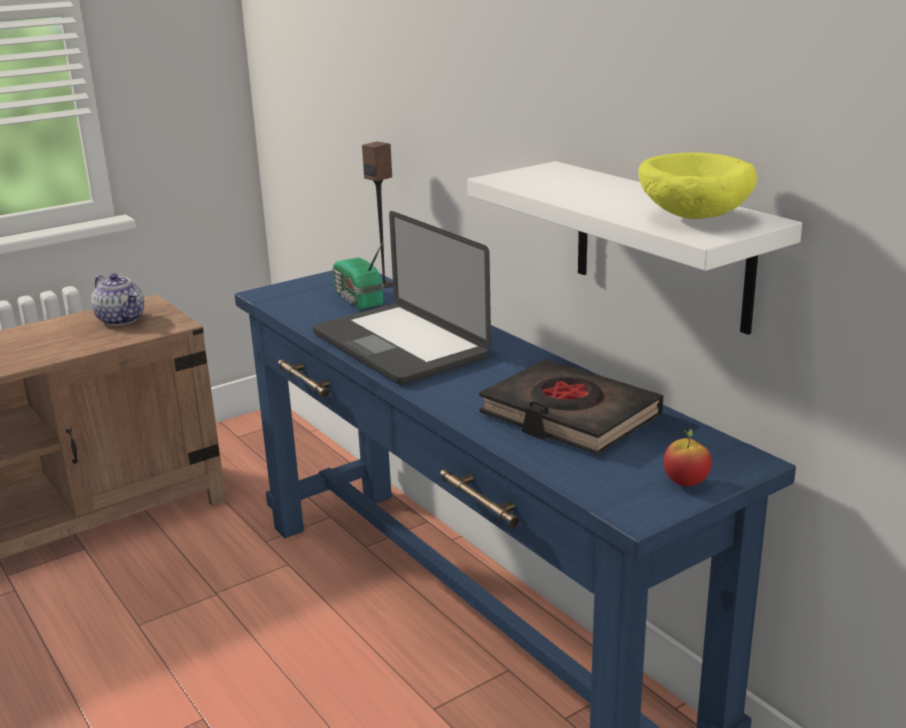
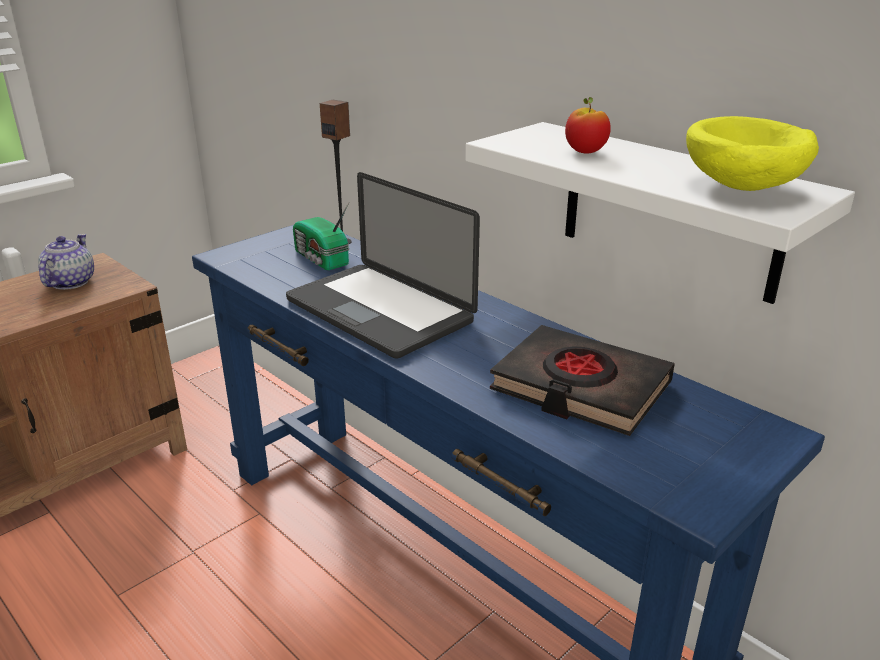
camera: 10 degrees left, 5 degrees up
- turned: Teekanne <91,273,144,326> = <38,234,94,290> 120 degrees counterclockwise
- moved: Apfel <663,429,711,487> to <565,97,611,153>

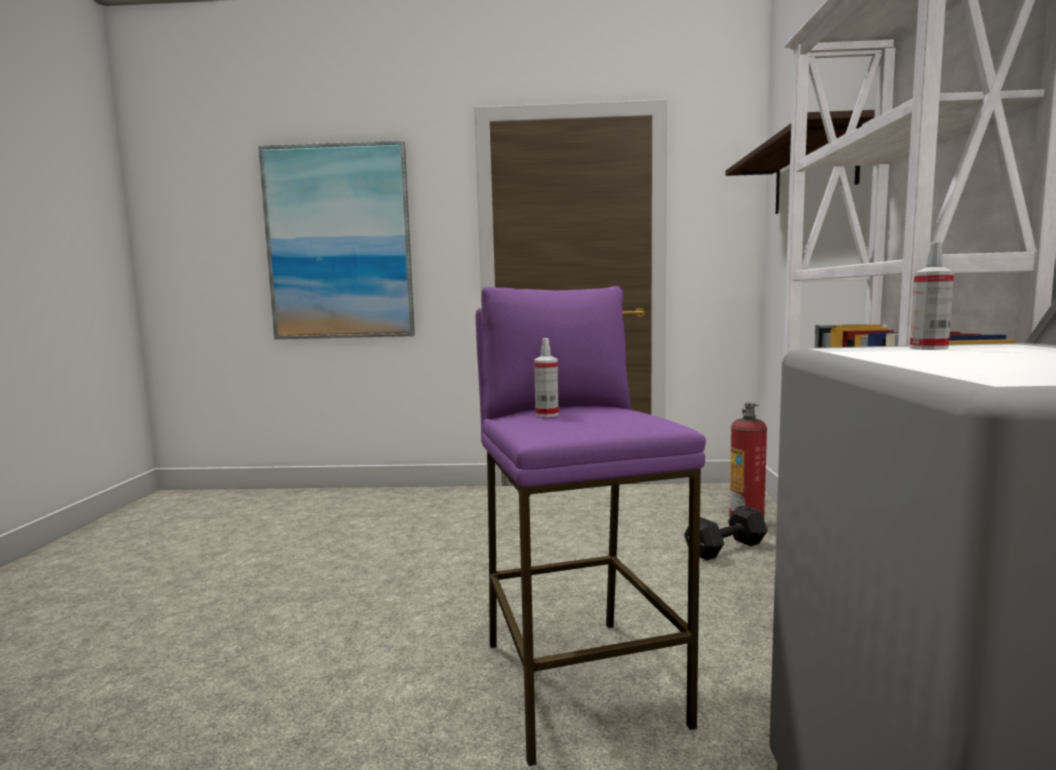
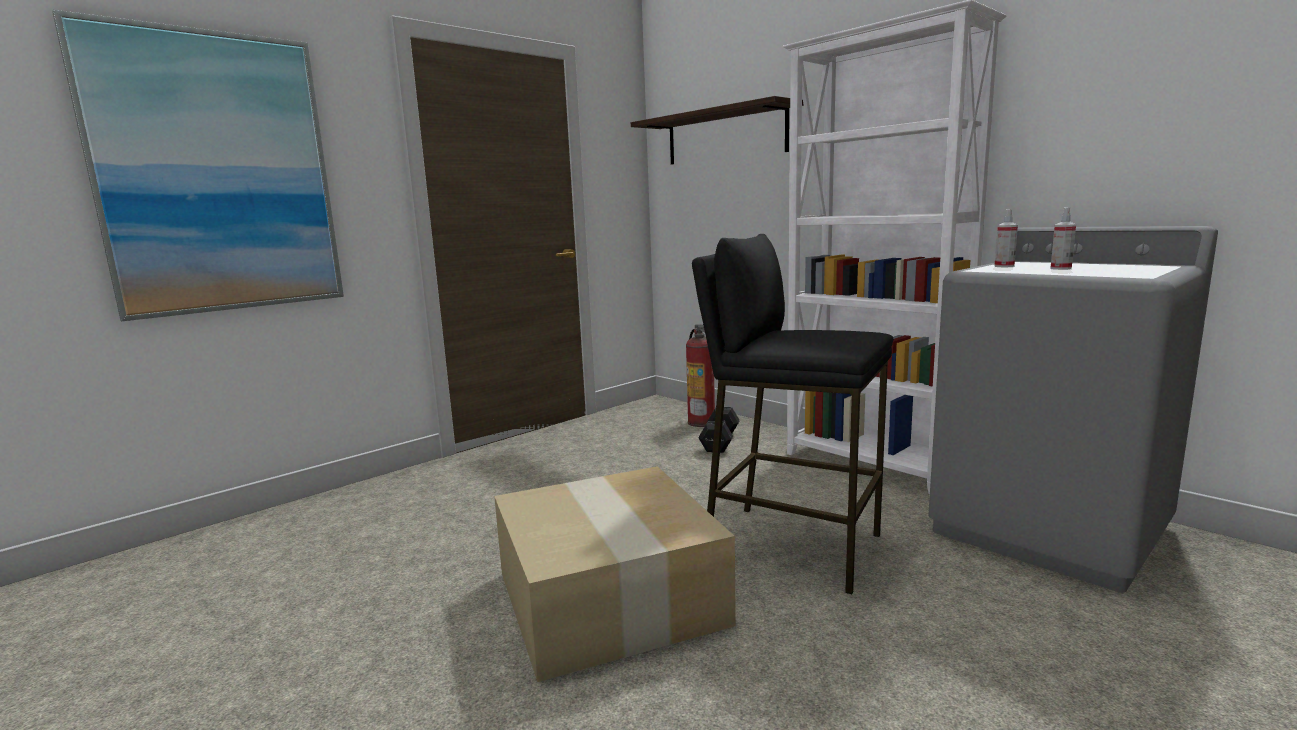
camera: 45 degrees left, 5 degrees up
- added: Karton <494,466,736,682>
- recoloured: Hocker/lila <476,286,706,766> to Hocker/schwarz <692,234,893,594>
- moved: Sprühflasche <534,338,559,417> to <1050,208,1076,270>

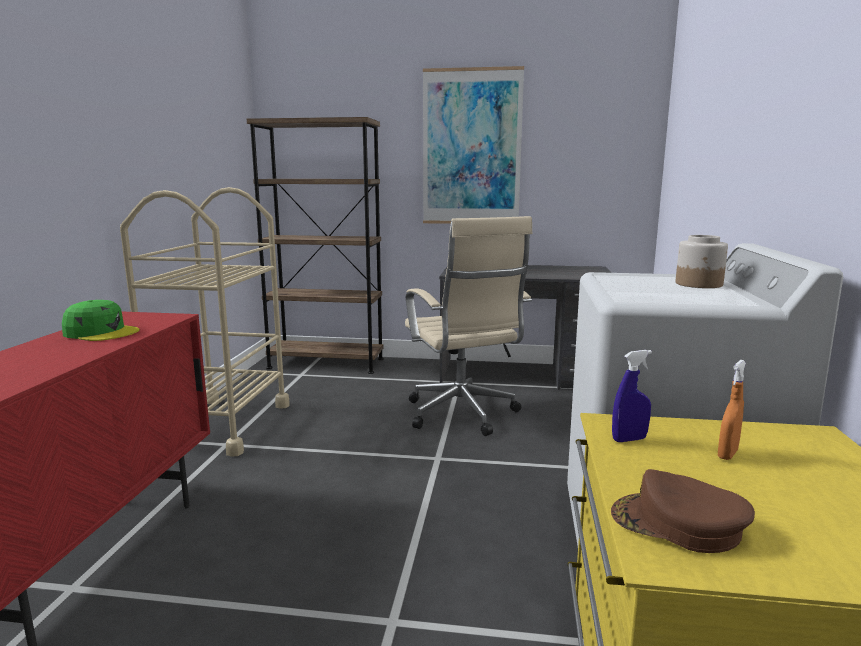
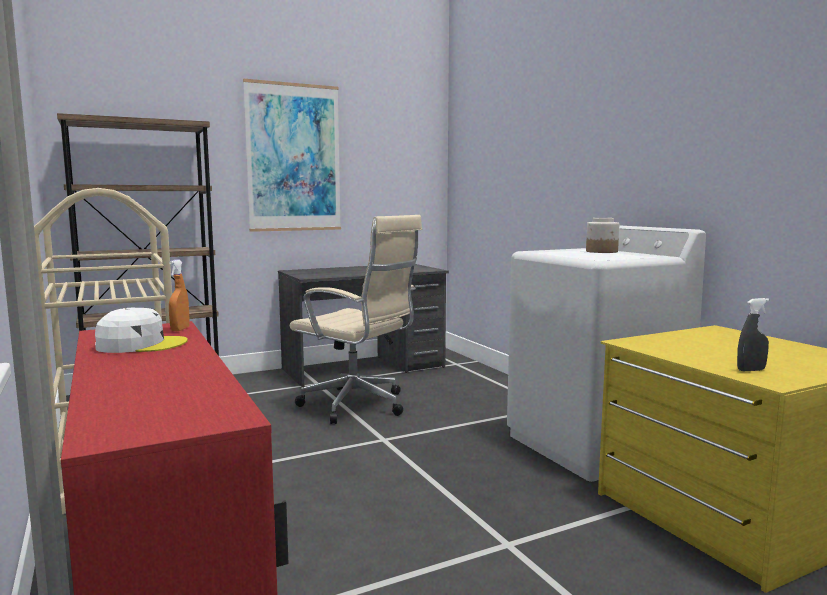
camera: 35 degrees left, 5 degrees down
- recoloured: Kappe/grün <62,300,140,341> to Kappe/weiß <95,308,188,353>
- moved: Sprühflasche/orange <718,360,746,460> to <169,259,190,331>
- replaced: Kappe/braun <611,469,755,553> to Sprühflasche/grau <737,298,769,371>
- removed: Sprühflasche/blau <612,350,652,442>

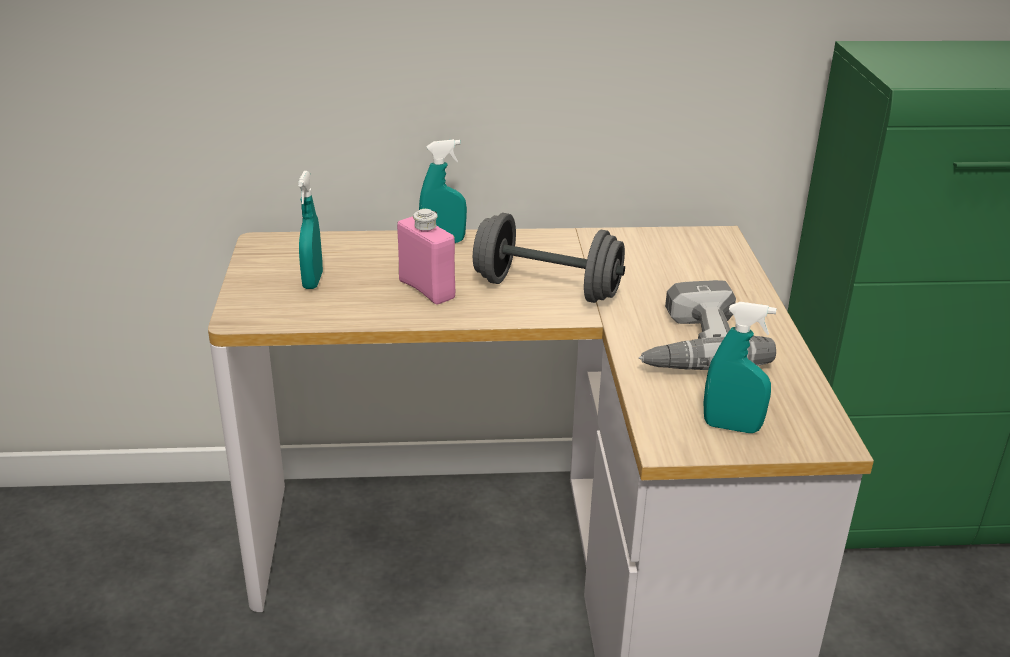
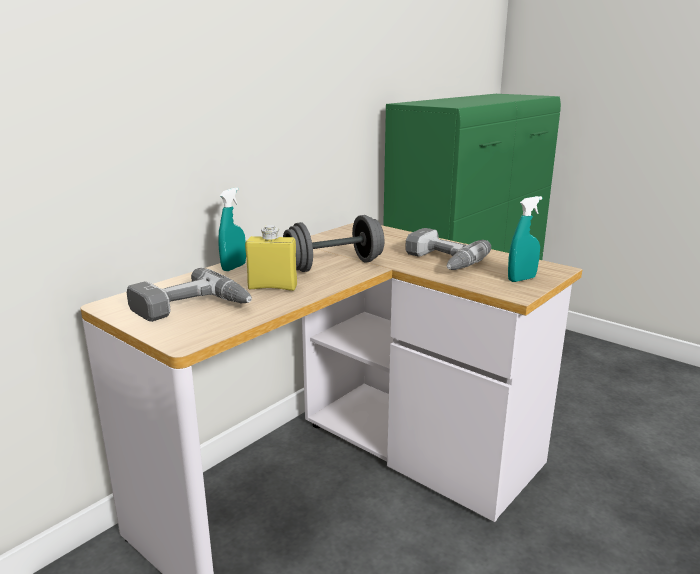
camera: 45 degrees left, 10 degrees down
- replaced: Sprühflasche/türkis <298,171,323,289> to Bohrmaschine <127,268,252,322>
- recoloured: Flasche/rosa <397,209,455,304> to Flasche/gelb <245,225,297,291>

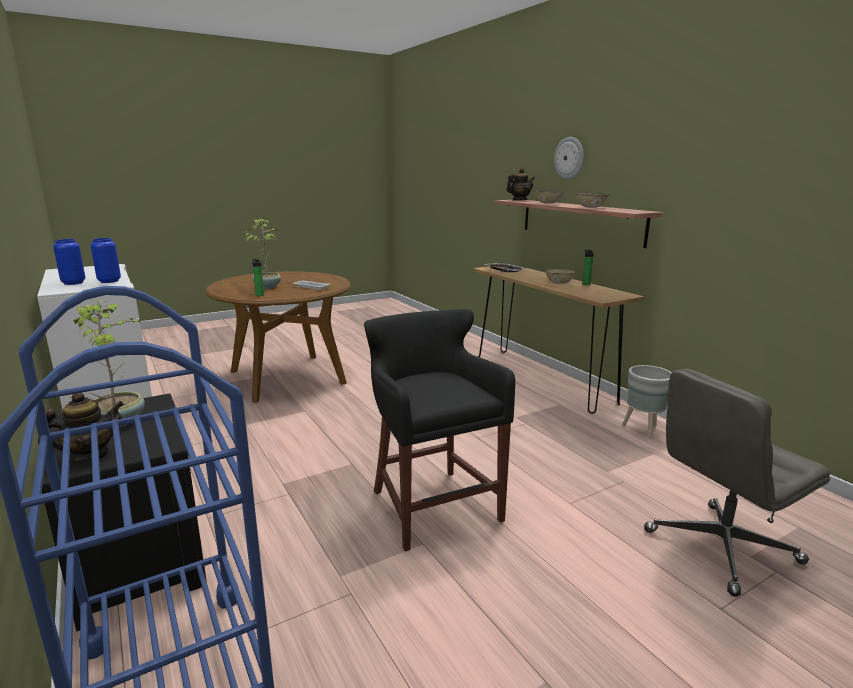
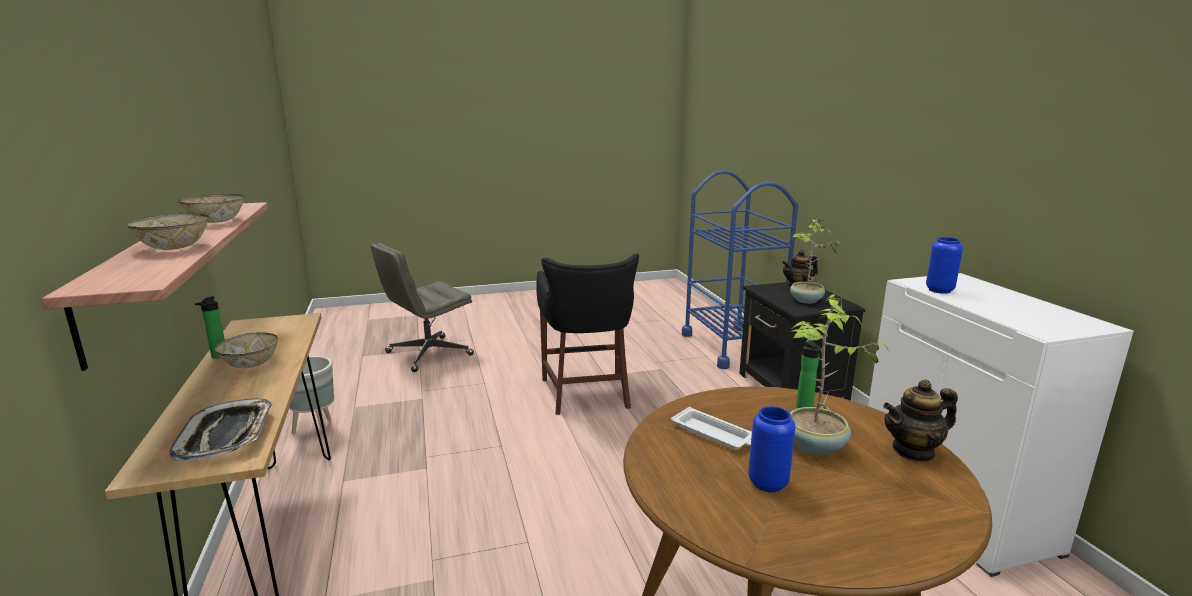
camera: 165 degrees left, 0 degrees up
- turned: Bürostuhl/grau <644,369,830,597> = <370,243,474,372> 150 degrees clockwise
- moved: Vase/blau <53,239,85,285> to <748,406,796,492>
- moved: Teekanne <506,168,535,200> to <883,379,958,462>
- removed: Wanduhr <554,137,584,179>

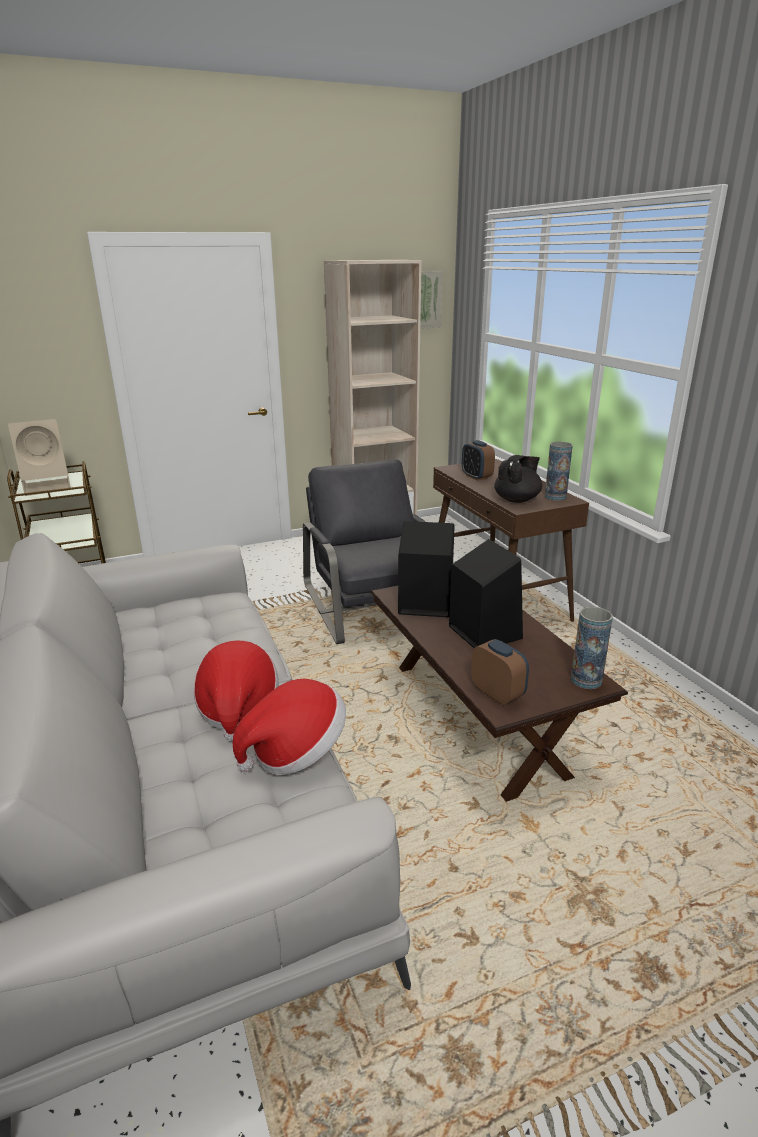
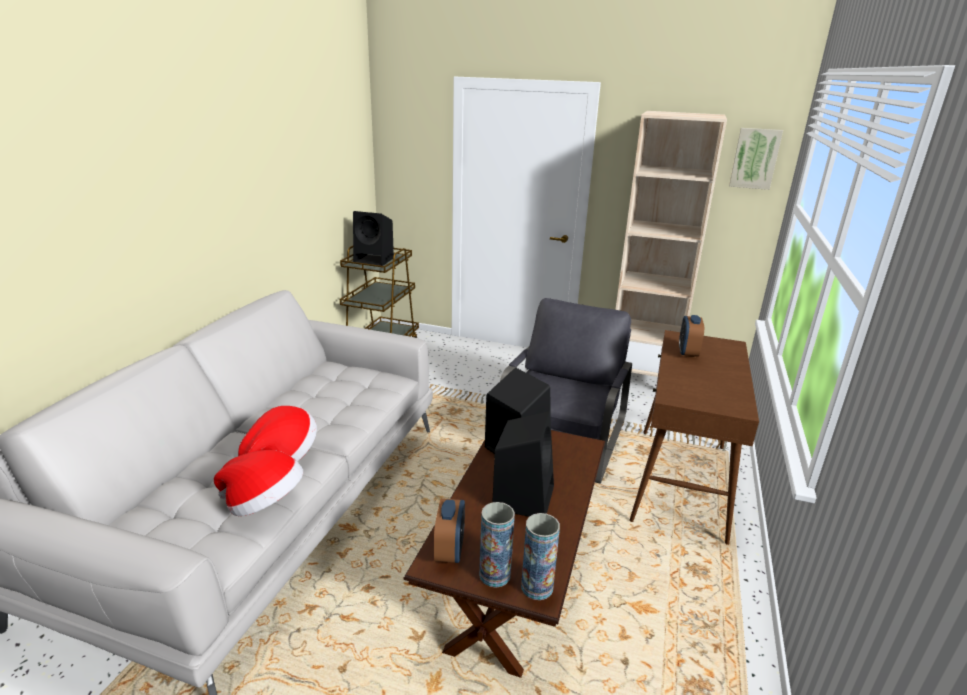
camera: 40 degrees right, 0 degrees up
- recoloured: Lautsprecher/beige <8,419,71,496> to Lautsprecher/schwarz <353,211,394,266>
- moved: Vase <545,442,573,501> to <479,502,515,588>
- removed: Teekanne/schwarz <494,455,542,503>

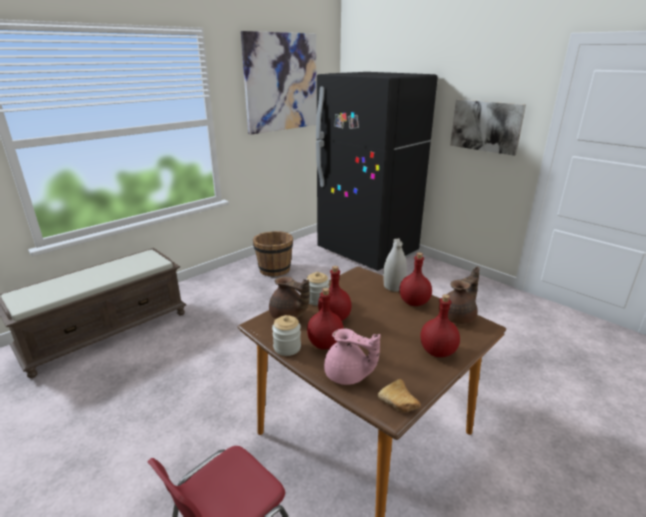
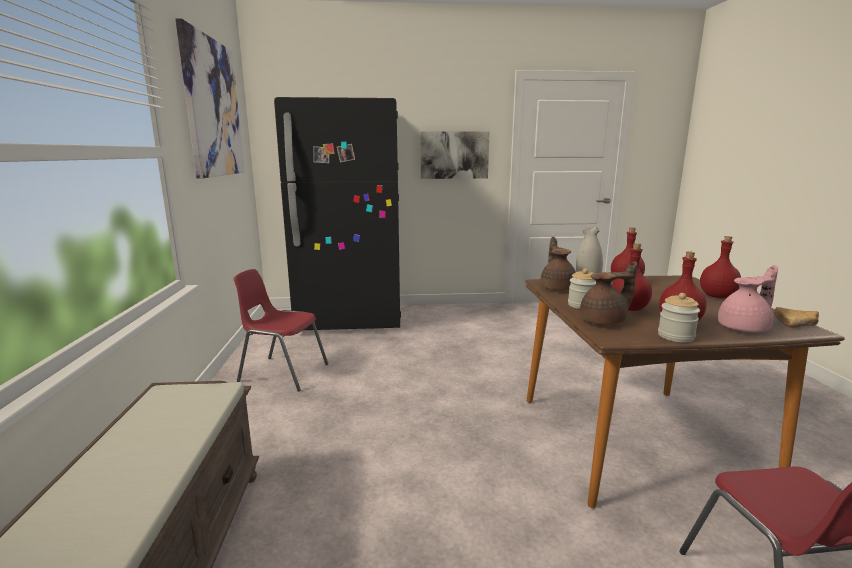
camera: 50 degrees left, 10 degrees down
- replaced: Eimer/braun <253,231,293,277> to Stuhl/rot <233,269,328,392>
- moved: Teekanne/braun <447,267,480,324> to <541,237,576,291>

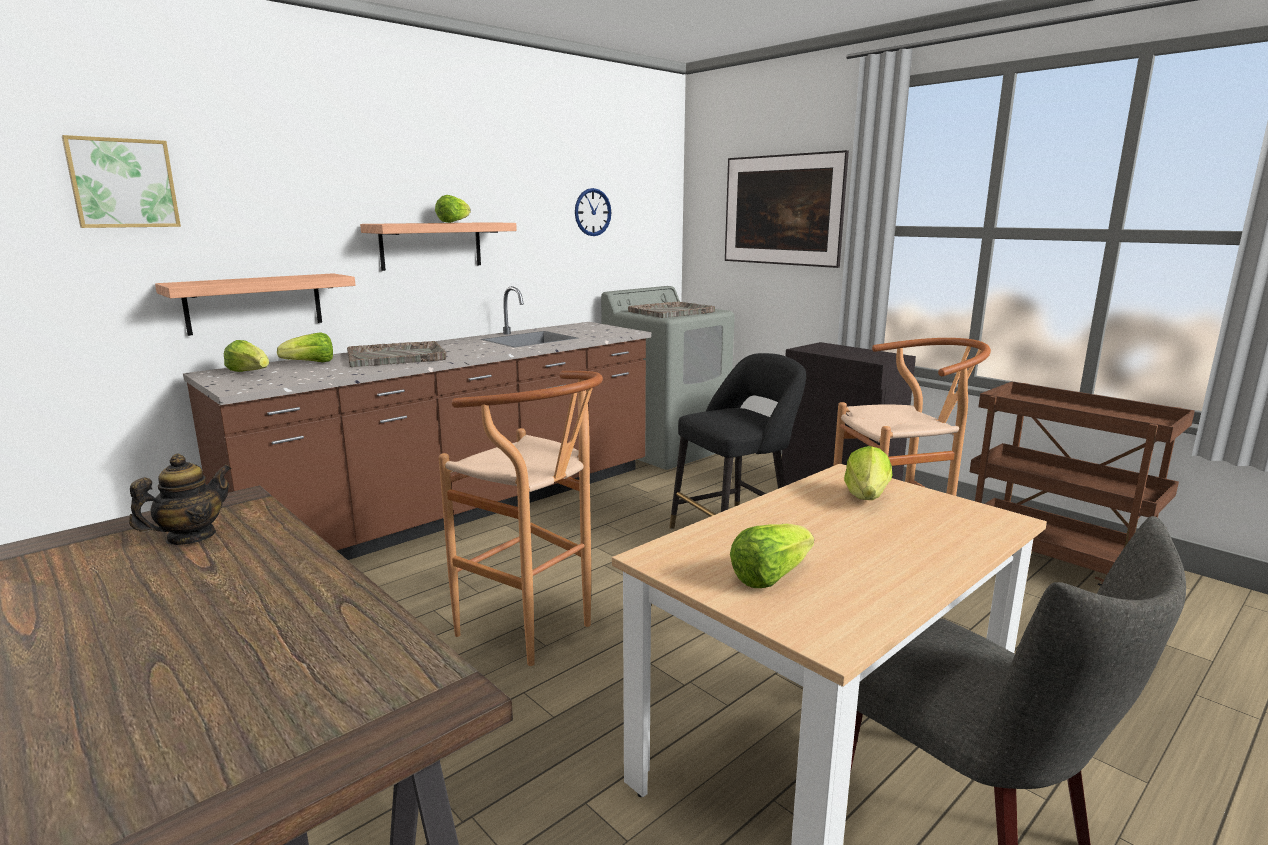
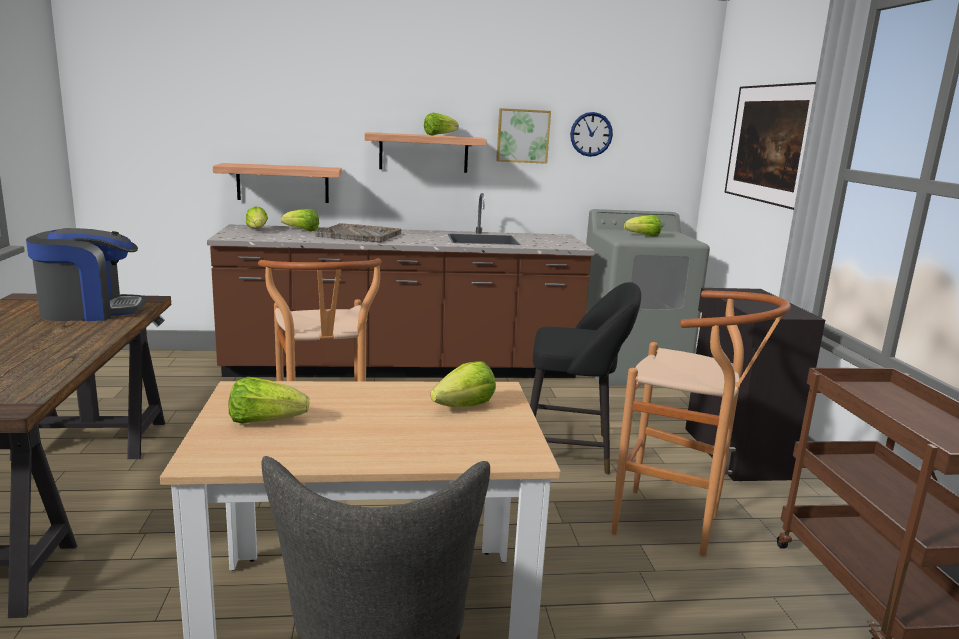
camera: 35 degrees right, 0 degrees up
- replaced: Teekanne <129,453,232,545> to Kaffeemaschine <26,228,145,321>
- moved: Bild <62,135,181,228> to <496,108,551,164>
- replaced: Tablett/grau <628,301,715,318> to Salatkopf <624,215,662,237>

